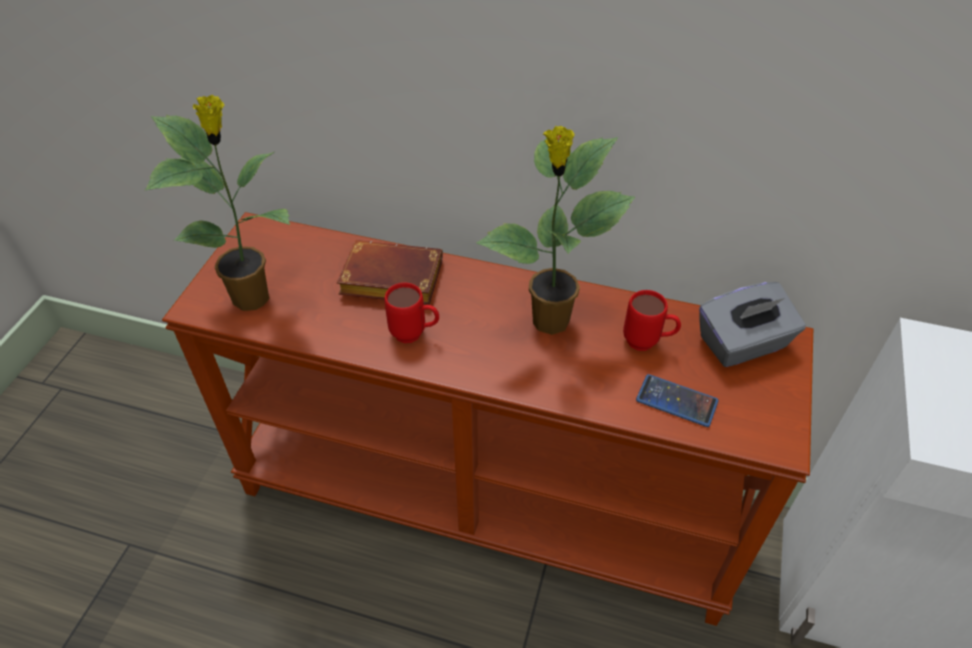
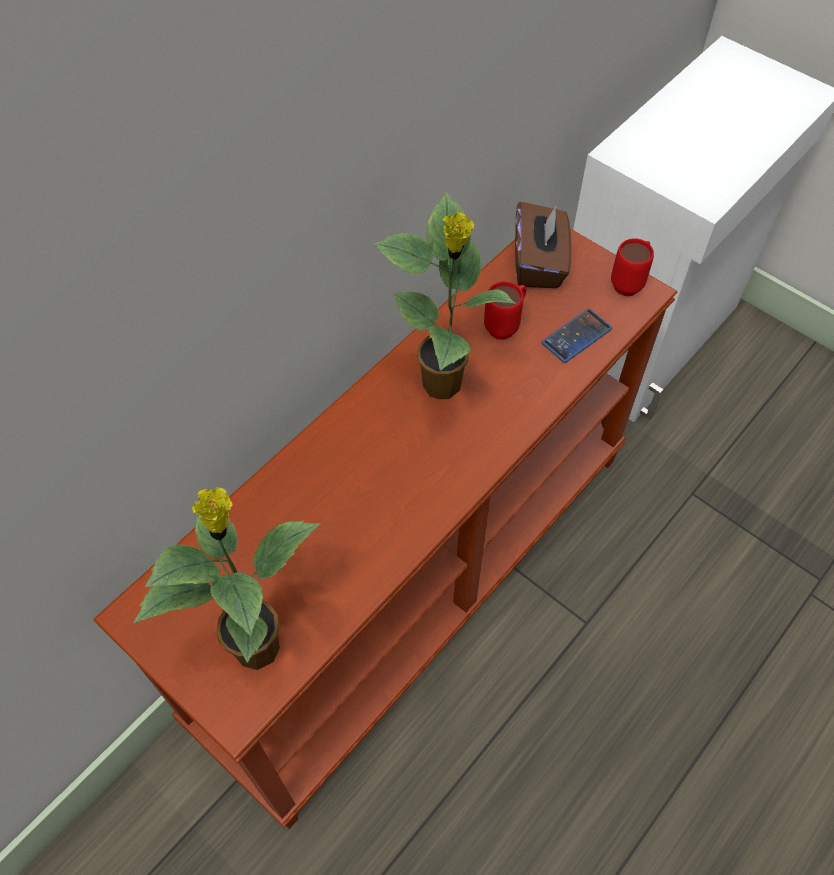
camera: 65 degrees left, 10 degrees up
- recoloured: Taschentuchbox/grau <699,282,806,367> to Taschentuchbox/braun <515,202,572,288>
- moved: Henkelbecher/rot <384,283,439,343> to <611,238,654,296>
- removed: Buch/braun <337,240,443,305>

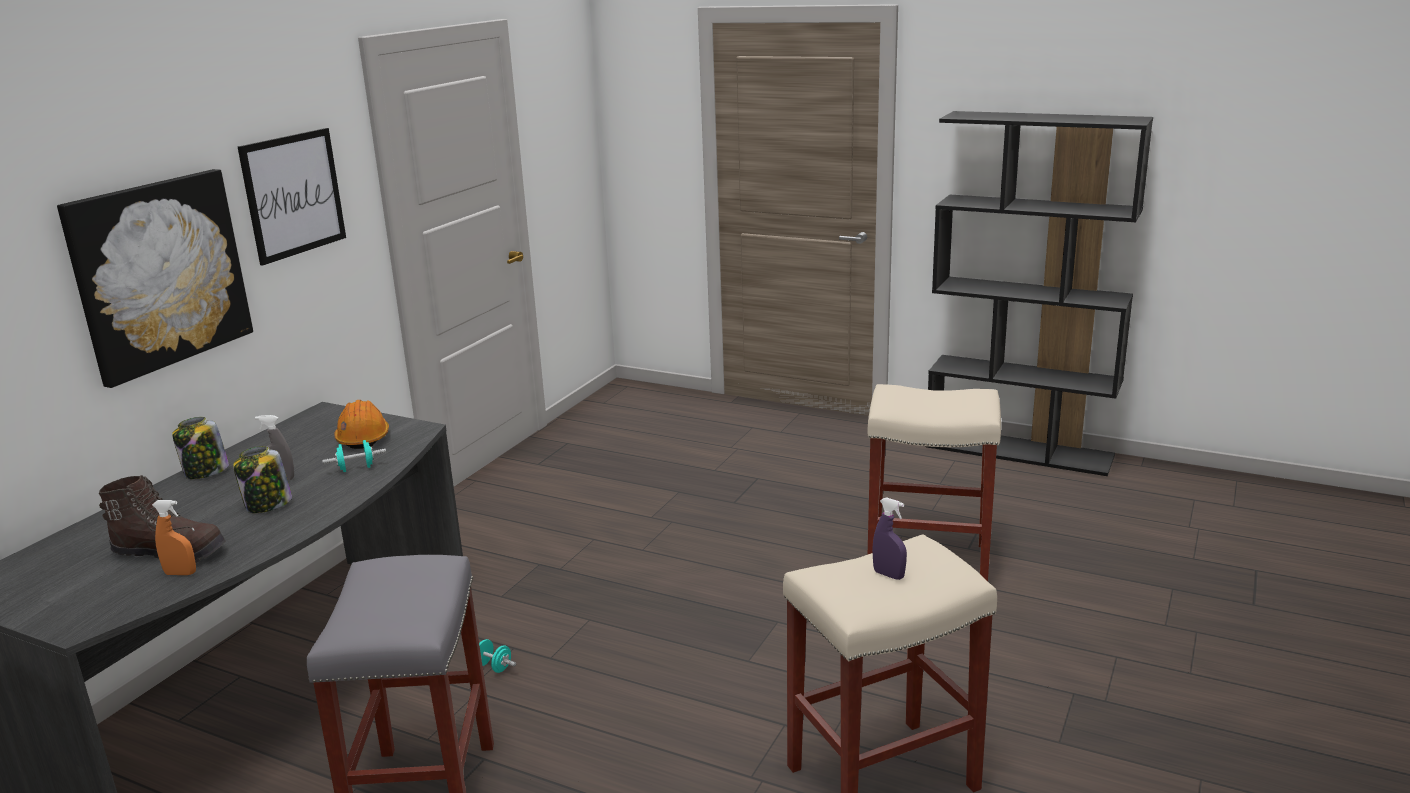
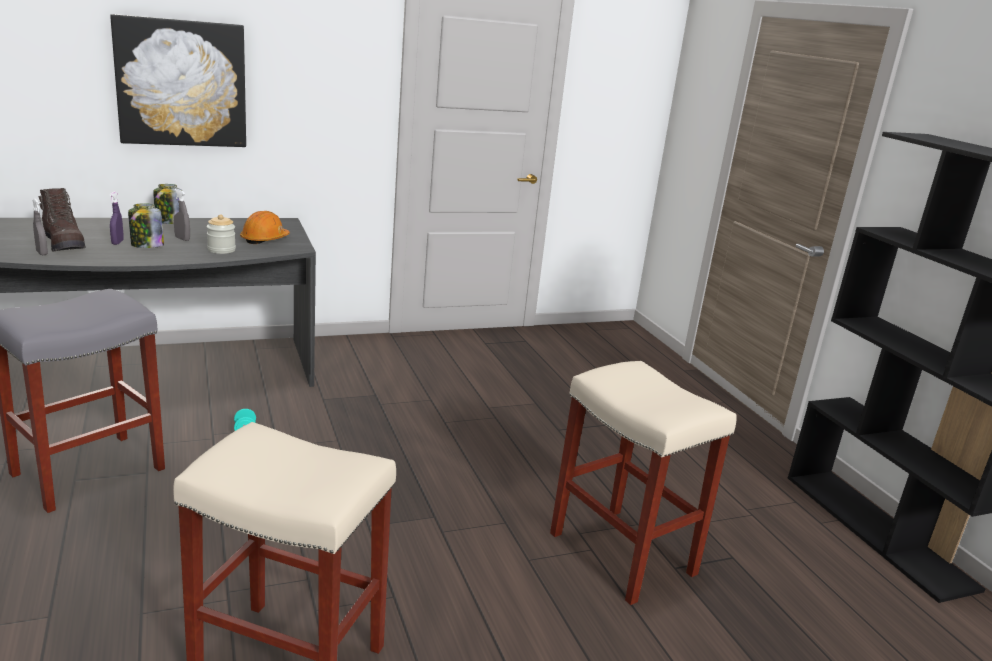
camera: 40 degrees right, 0 degrees up
- recoloured: Sprühflasche/orange <152,500,196,575> to Sprühflasche/grau <32,199,48,255>
- moved: Sprühflasche/lila <872,497,907,580> to <110,191,124,245>
- replaced: Hantel/türkis <322,440,386,472> to Vorratsglas <206,214,236,254>
- removed: Bild <238,128,346,265>

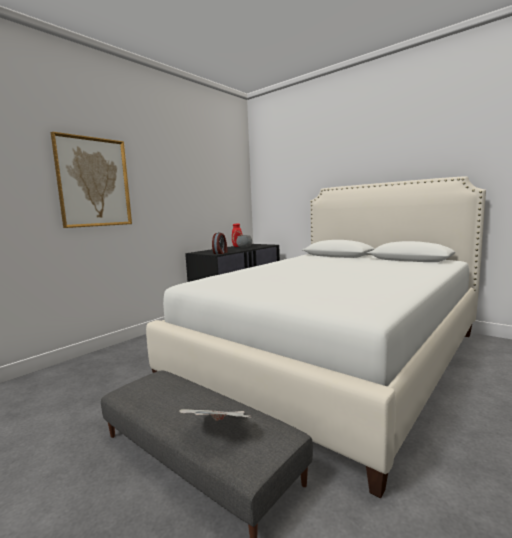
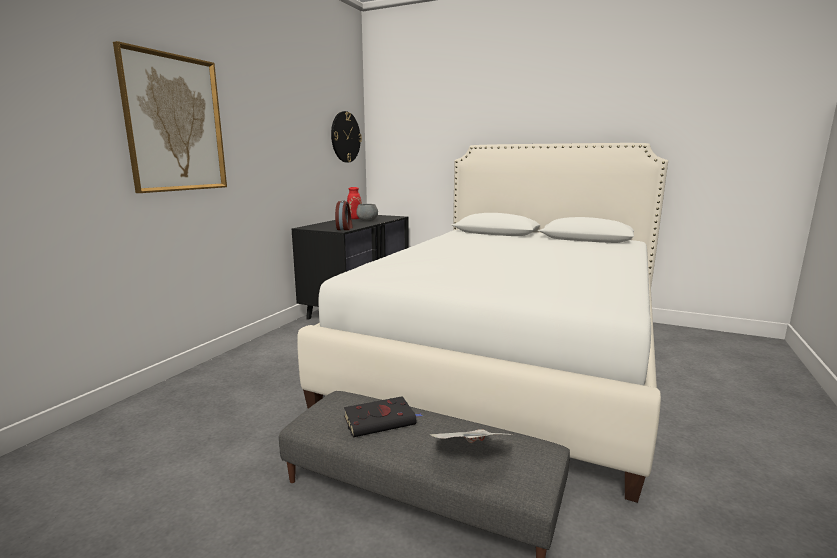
camera: 15 degrees left, 5 degrees up
- added: Wanduhr <331,111,362,162>
- added: Buch/schwarz <344,396,423,437>

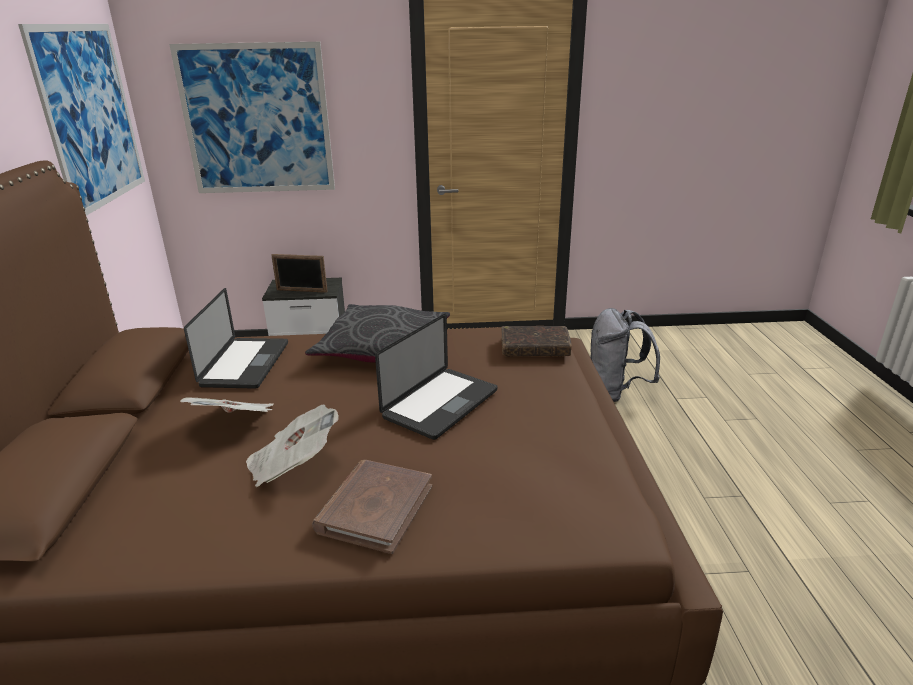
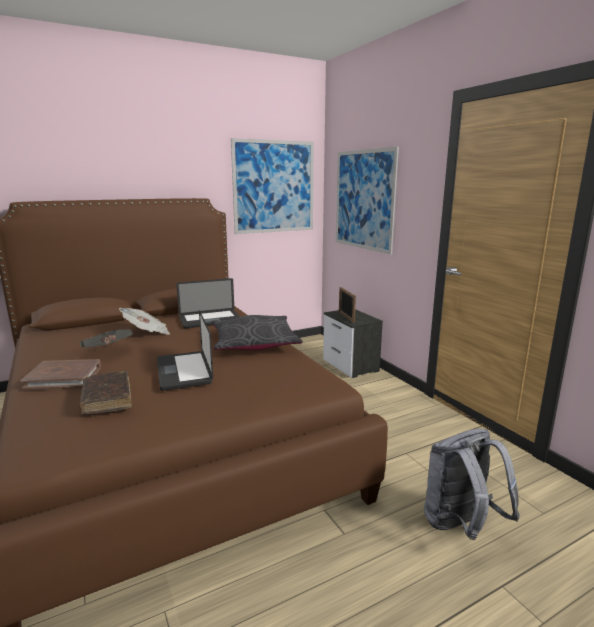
camera: 65 degrees right, 10 degrees down
- moved: Buch/braun <501,326,572,356> to <79,371,132,414>
- turned: Laptop <375,314,497,440> = <157,310,213,391> 60 degrees clockwise

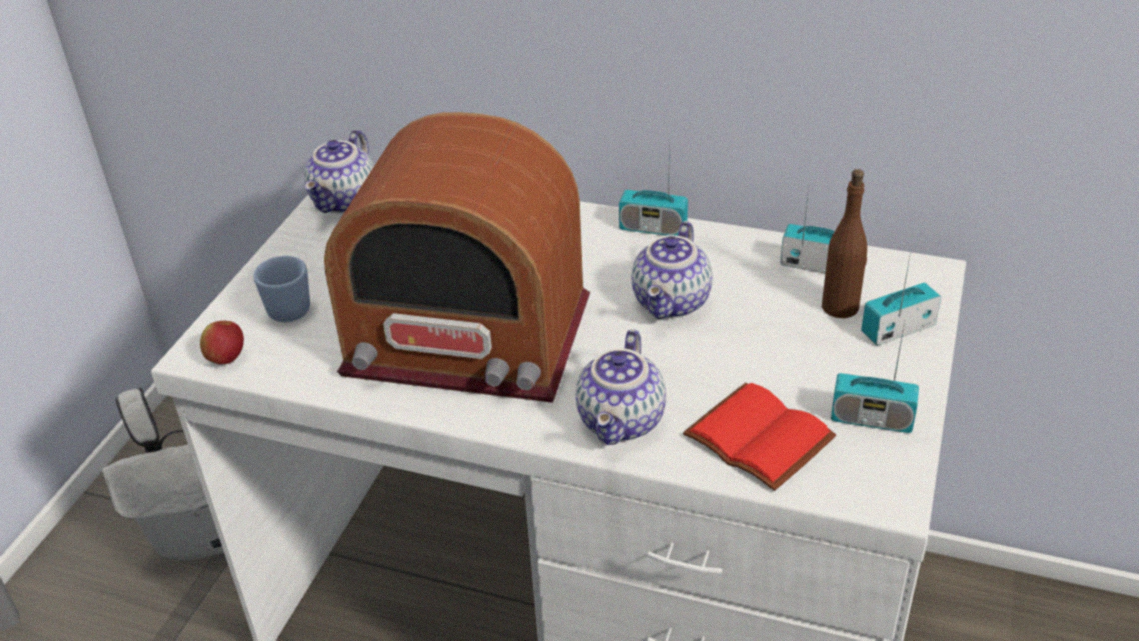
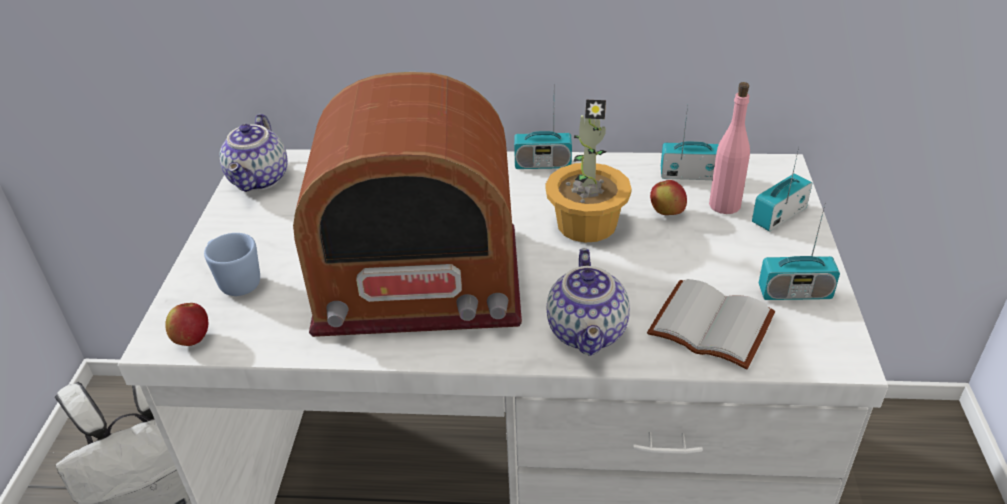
camera: 15 degrees left, 0 degrees up
- replaced: Teekanne <632,221,712,319> to Topfpflanze <545,100,632,243>
- recoloured: Buch/rot <683,383,836,491> to Buch/weiß <647,279,775,369>
- added: Apfel <650,180,687,215>
- recoloured: Flasche/braun <822,169,867,318> to Flasche/rosa <709,82,750,214>

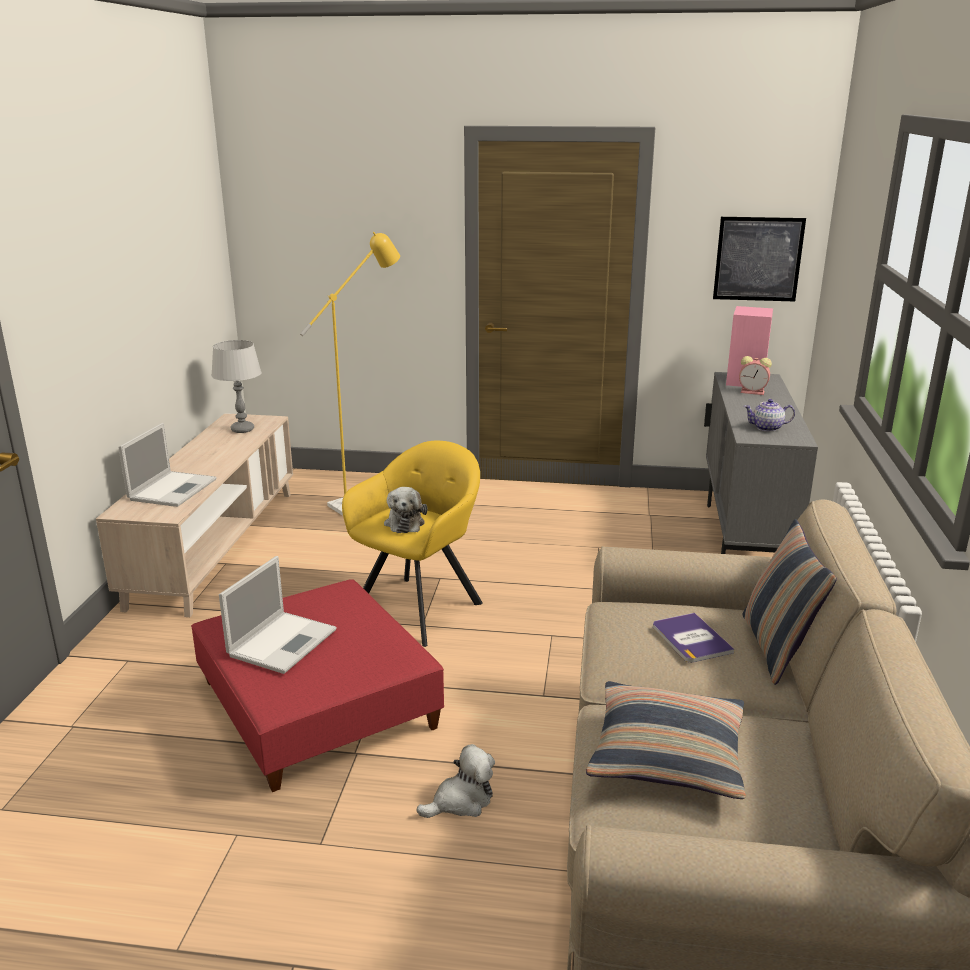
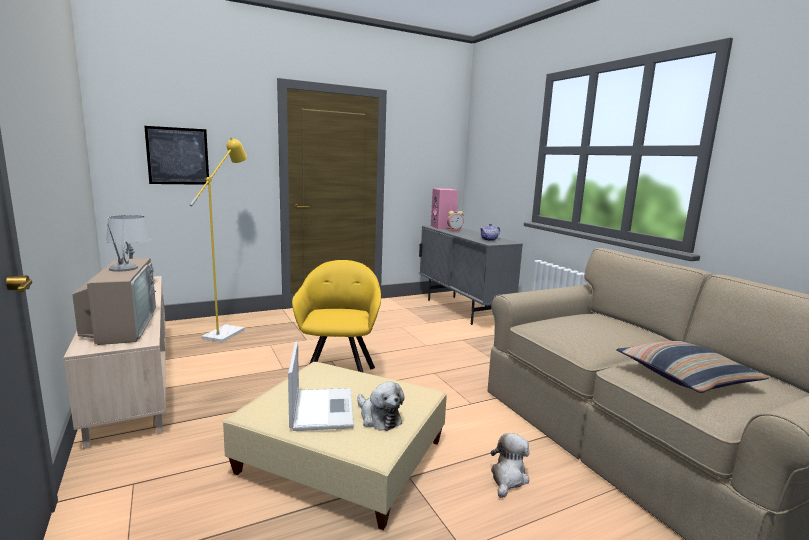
camera: 35 degrees left, 10 degrees down
- replaced: Laptop <119,423,217,507> to Fernseher <72,215,156,345>
- moved: Bild <713,217,806,302> to <144,126,209,185>
- recoloured: Polsterhocker/rot <191,579,444,792> to Polsterhocker/beige <223,362,447,530>
- moved: Plüschtier <384,487,428,533> to <358,382,404,431>
- removed: Buch <653,613,735,663>
- removed: Kissen <742,519,837,685>

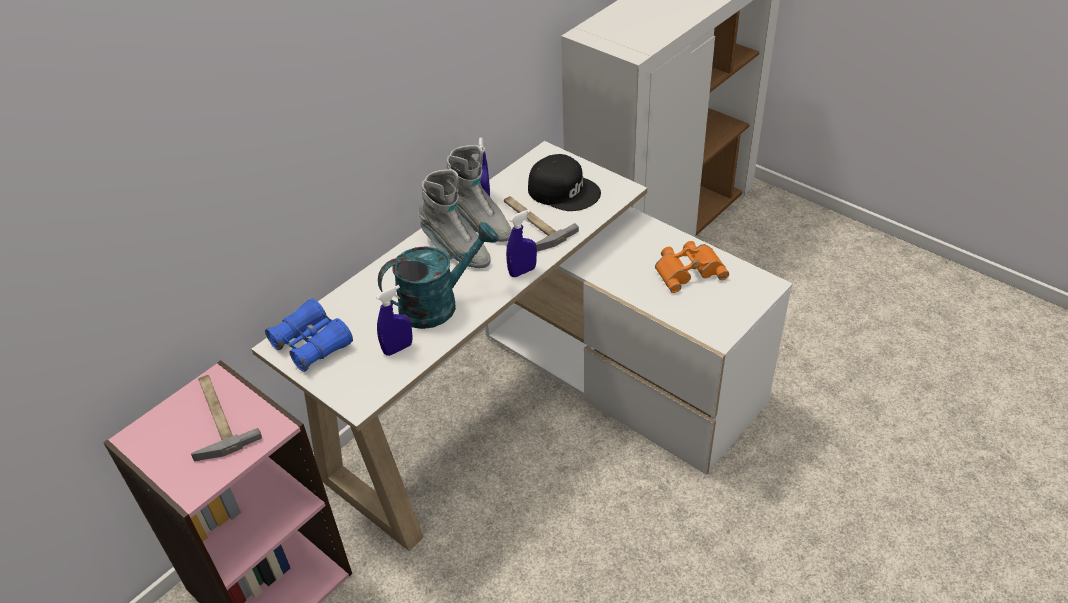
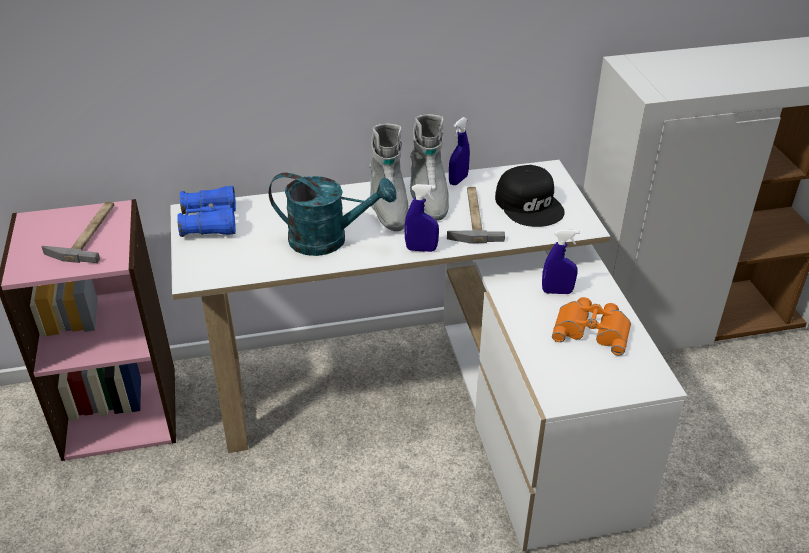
camera: 35 degrees right, 5 degrees down
- moved: Sprühflasche/blau <376,285,413,356> to <542,230,579,294>

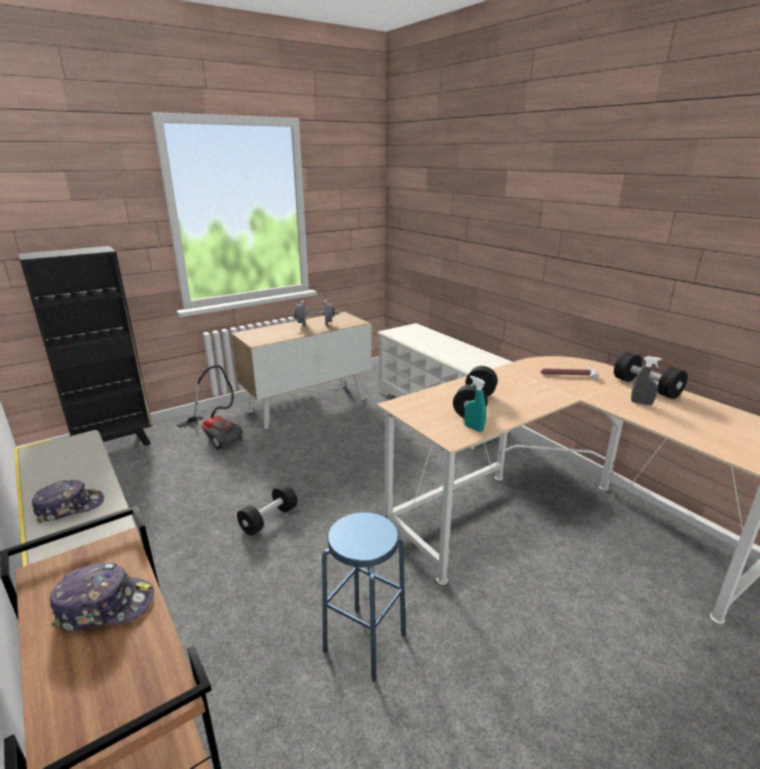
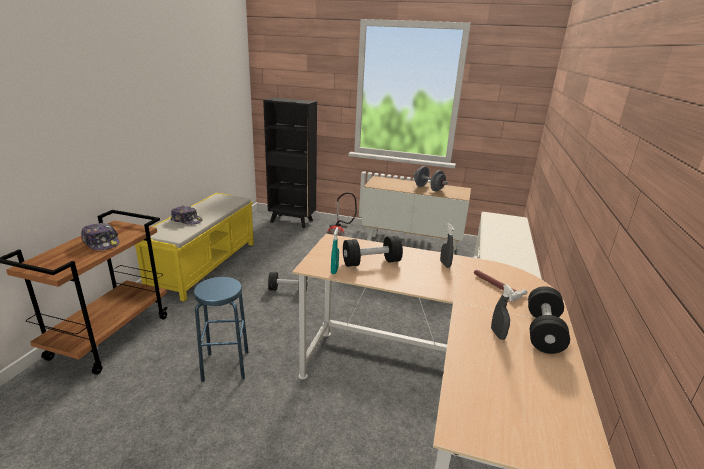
camera: 50 degrees right, 0 degrees up
- added: Sprühflasche/grau <440,223,454,268>

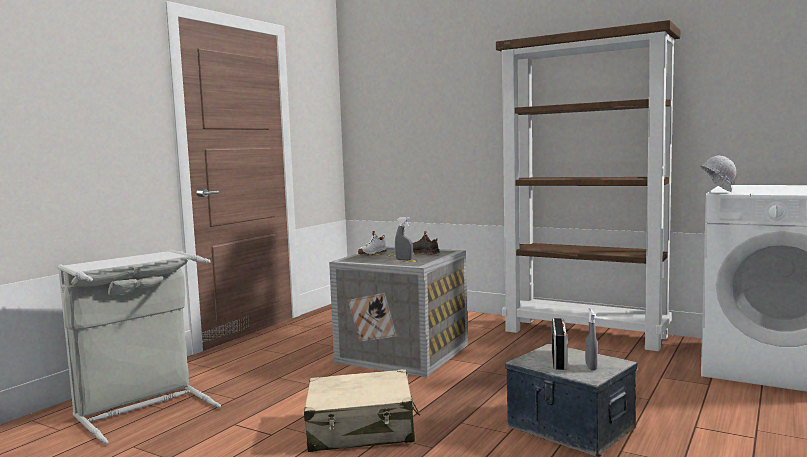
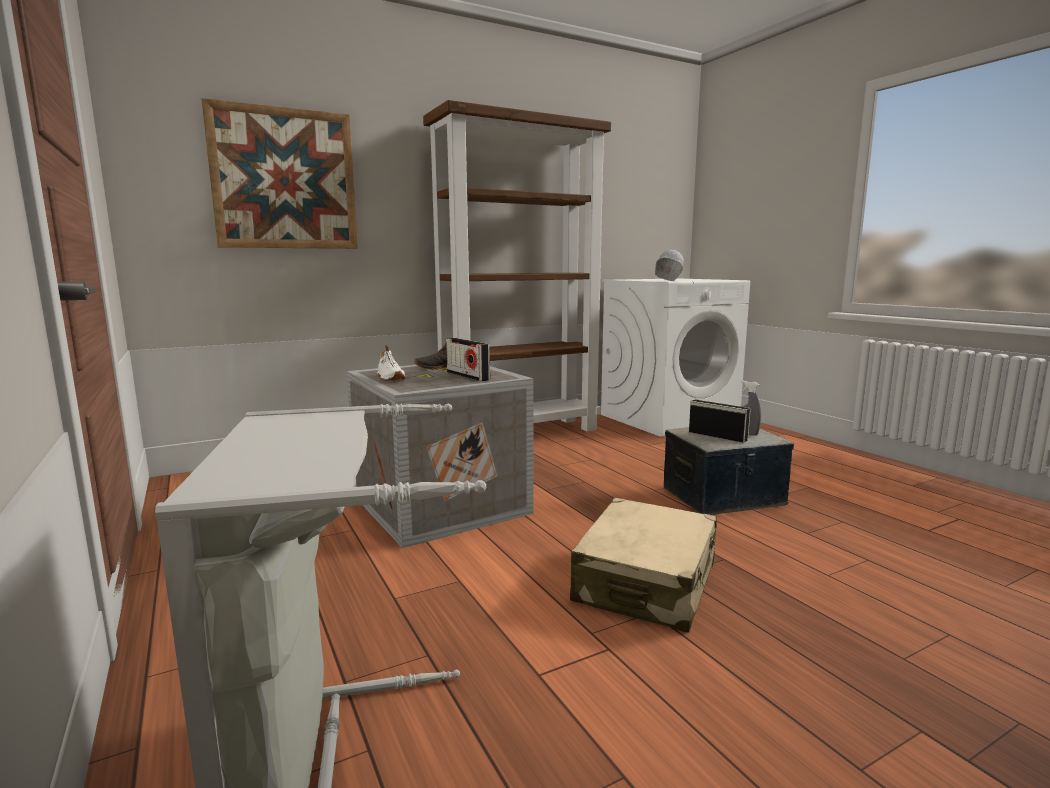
camera: 60 degrees left, 5 degrees up
- added: Bild <201,98,358,249>
- replaced: Sprühflasche/grau <395,217,413,260> to Radio <446,338,490,381>

